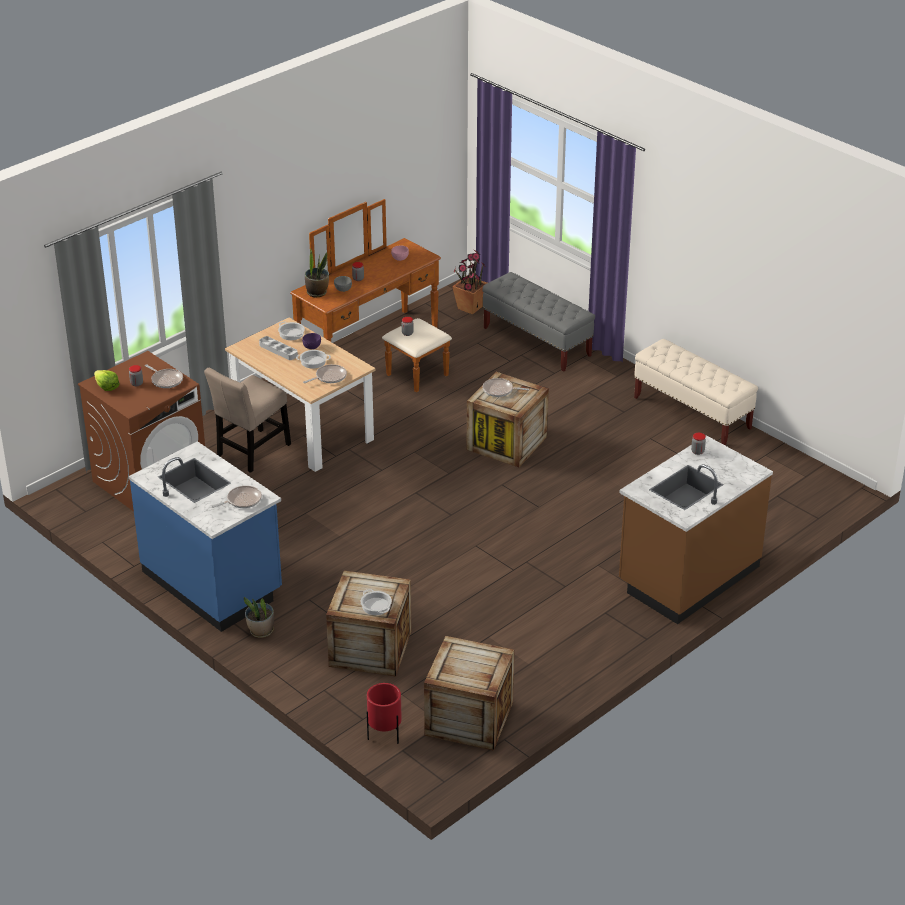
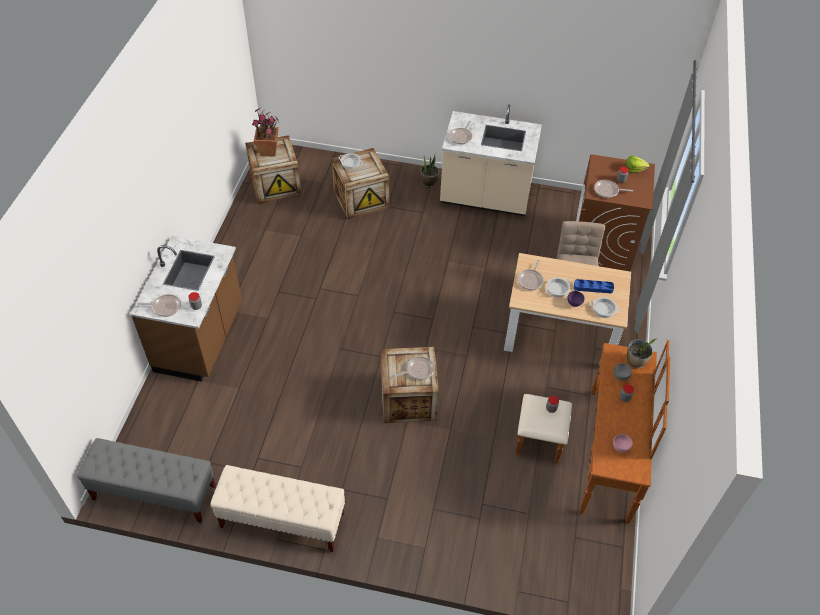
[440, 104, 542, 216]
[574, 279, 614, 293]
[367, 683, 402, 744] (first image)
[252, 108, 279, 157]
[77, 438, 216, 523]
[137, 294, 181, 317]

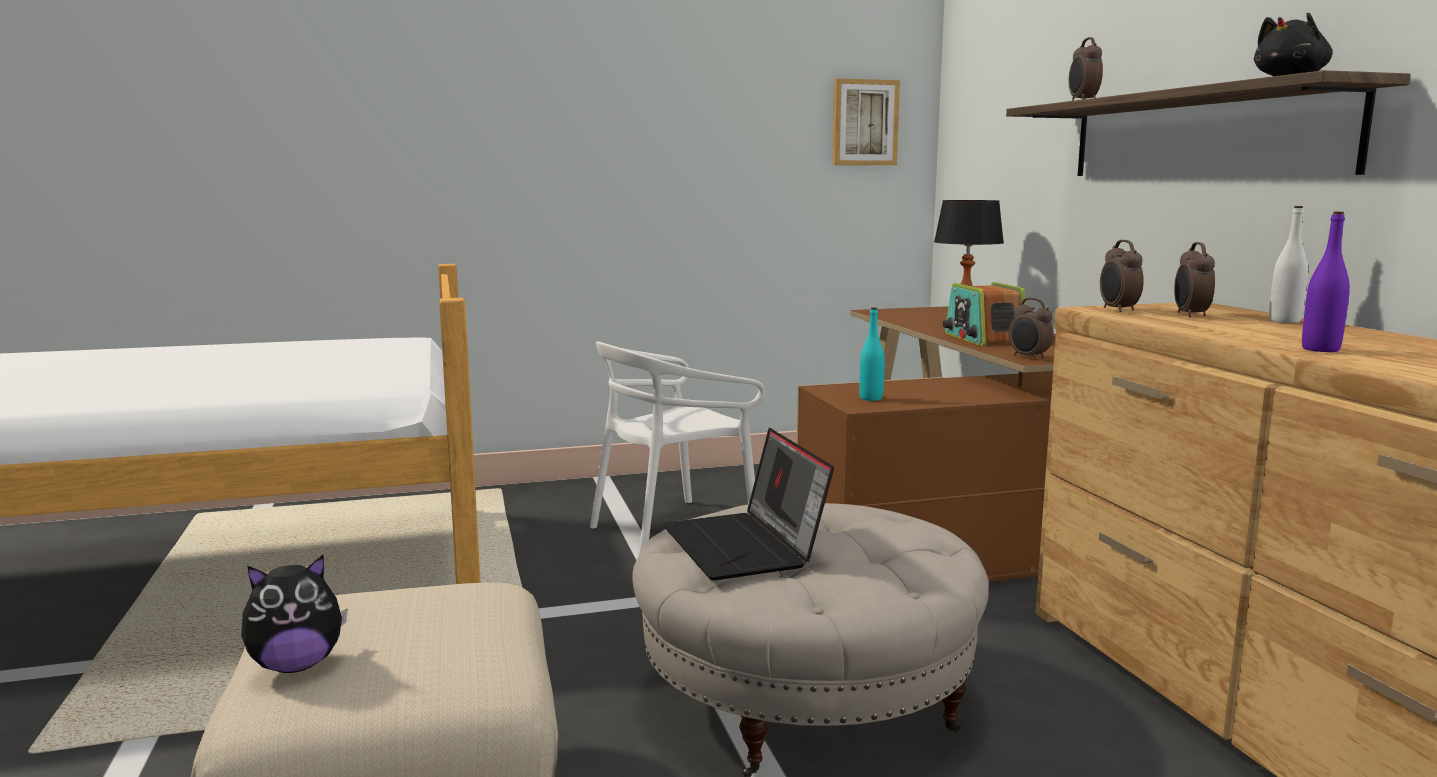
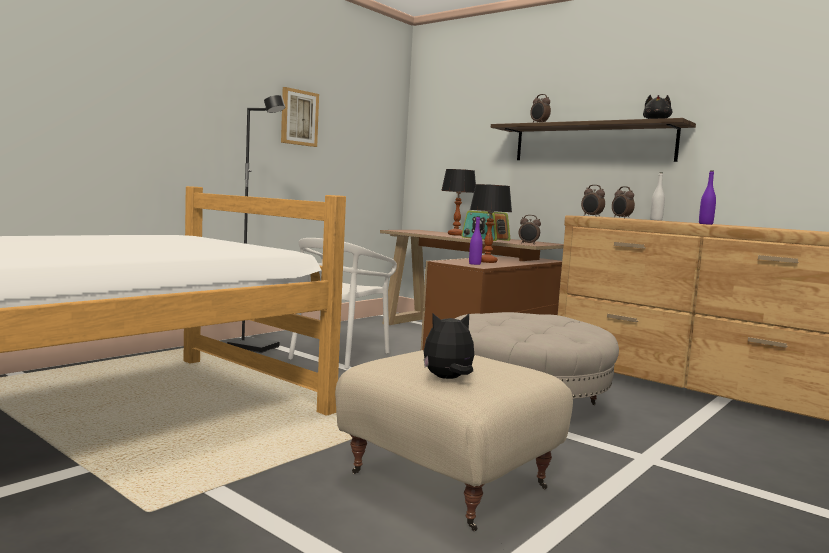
[424, 313, 474, 379]
[663, 428, 834, 580] (first image)
[281, 87, 319, 147]
[469, 216, 483, 265]
[227, 95, 285, 353]
[470, 184, 512, 263]

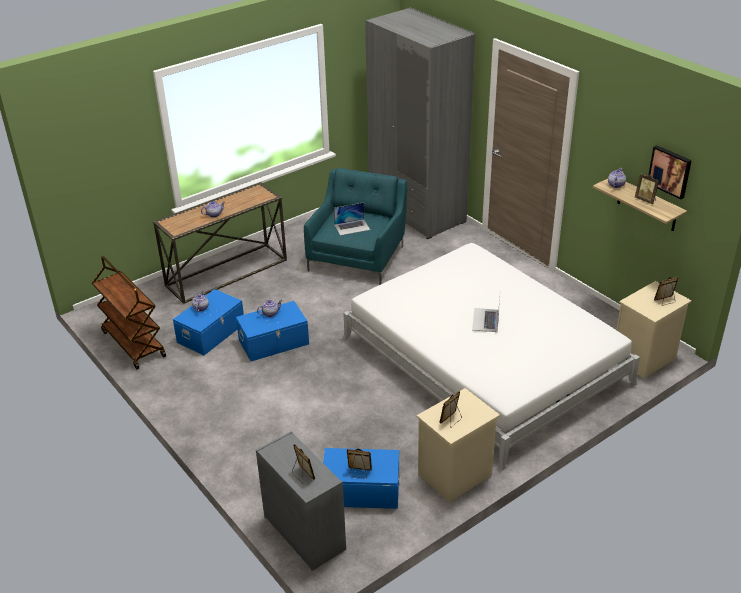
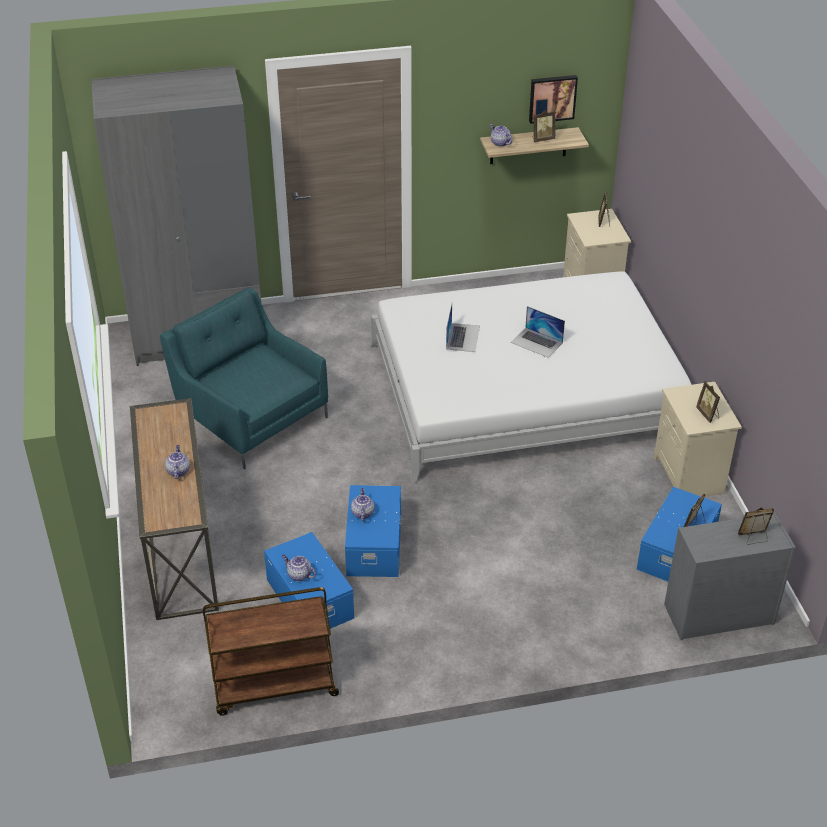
[446, 304, 480, 352]

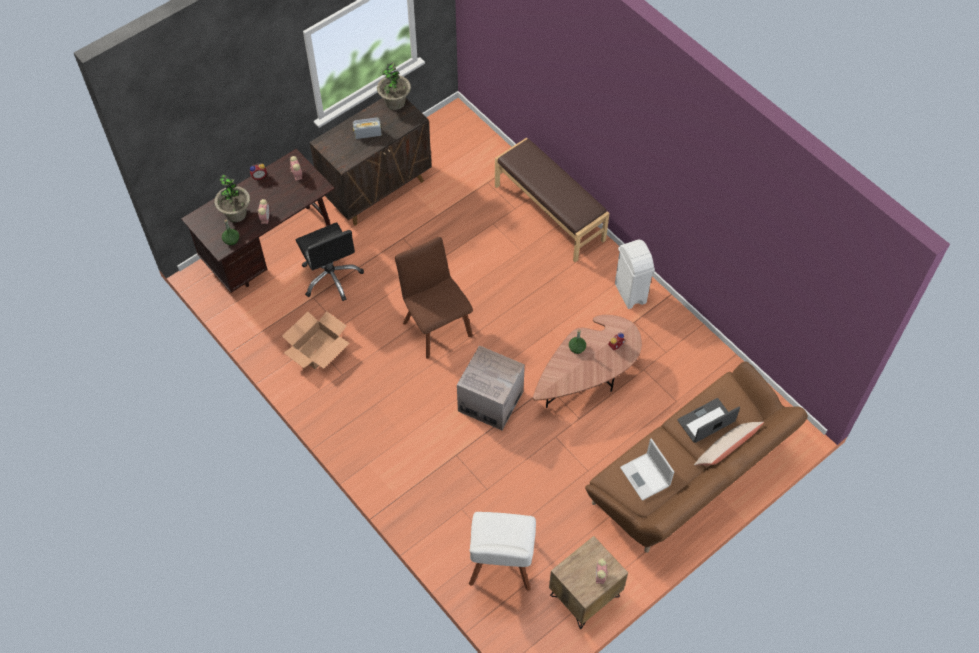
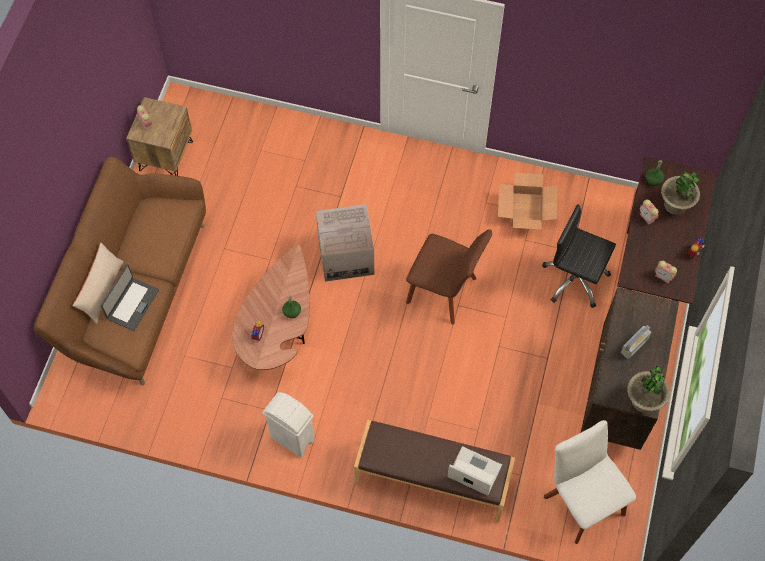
[544, 420, 636, 544]
[447, 446, 502, 496]

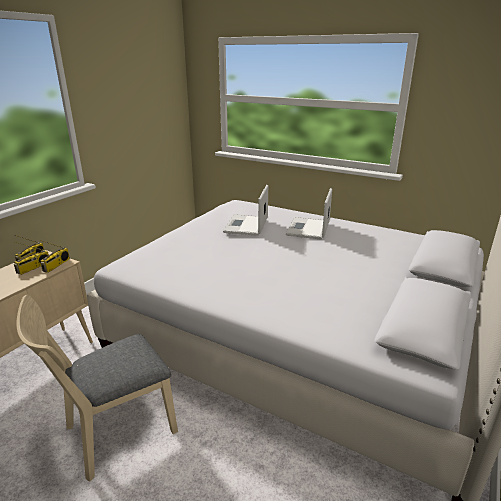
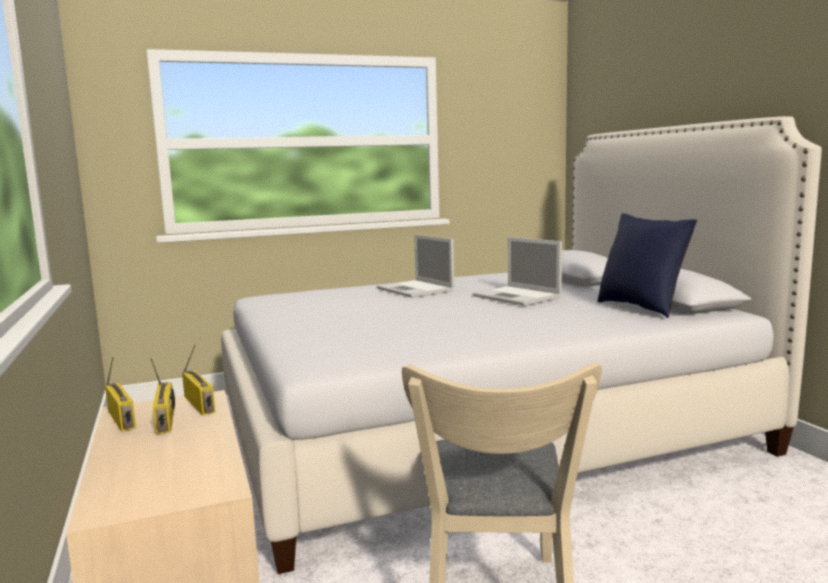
[473, 237, 562, 306]
[597, 213, 697, 318]

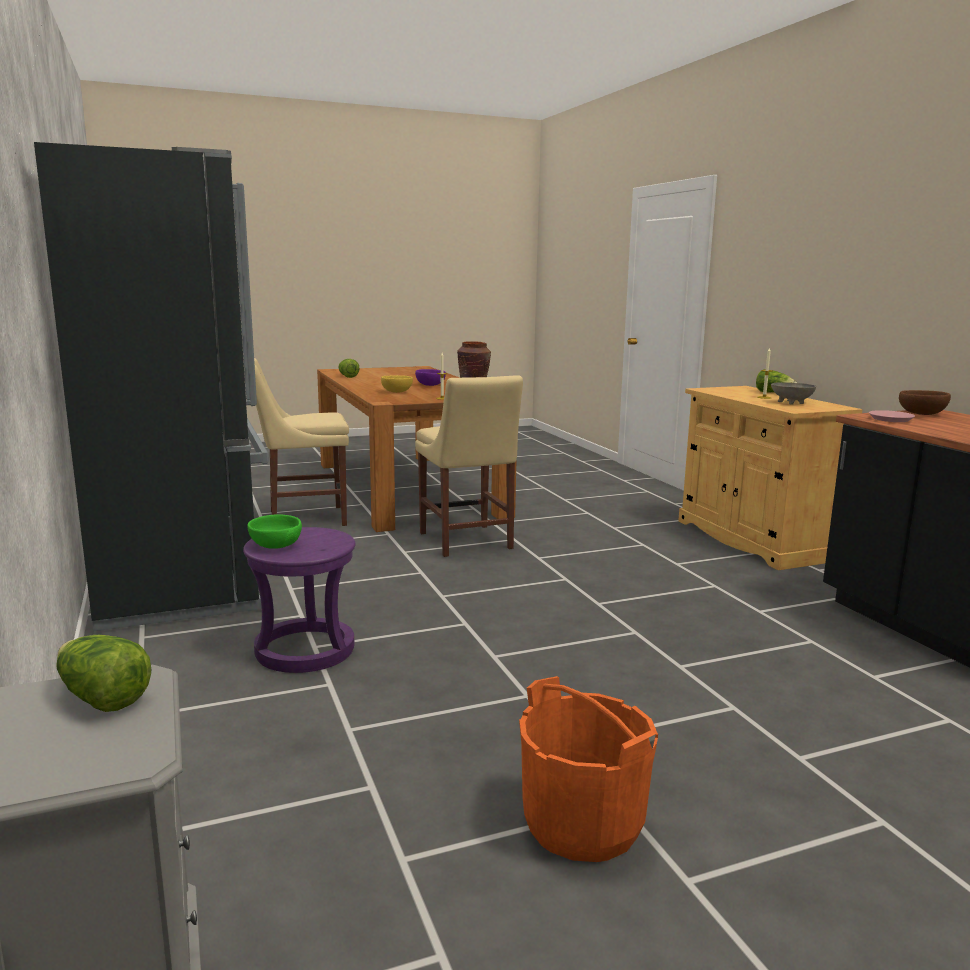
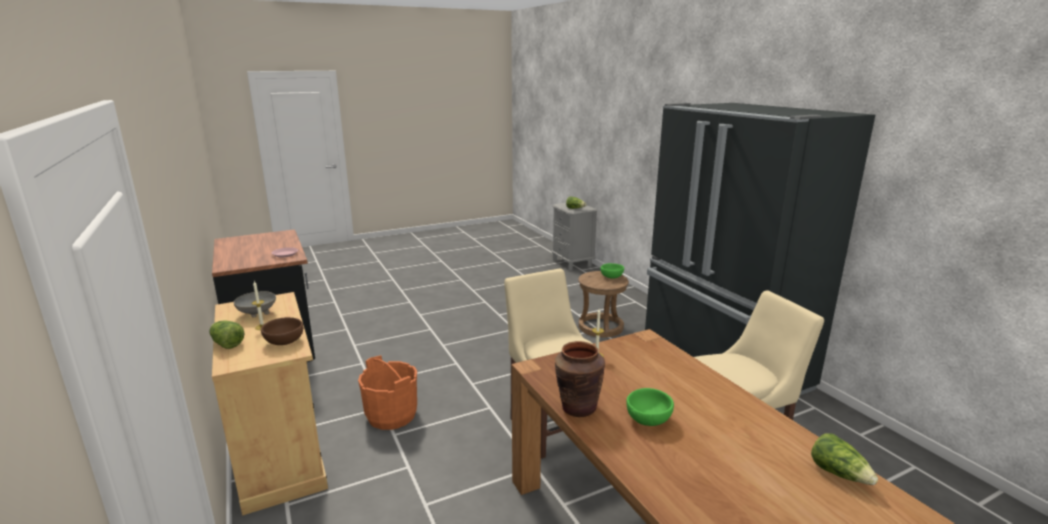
[578, 271, 629, 338]
[381, 375, 413, 393] (first image)
[626, 388, 674, 426]
[358, 355, 417, 430]
[261, 317, 303, 345]

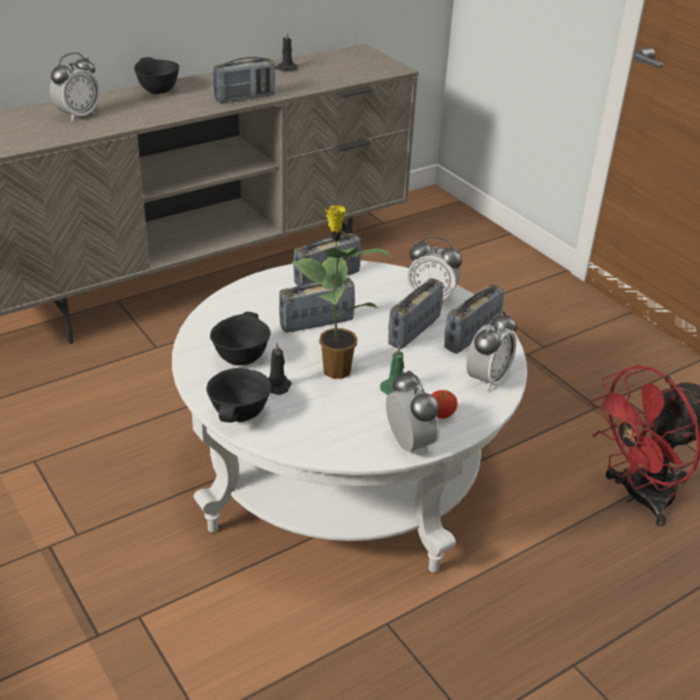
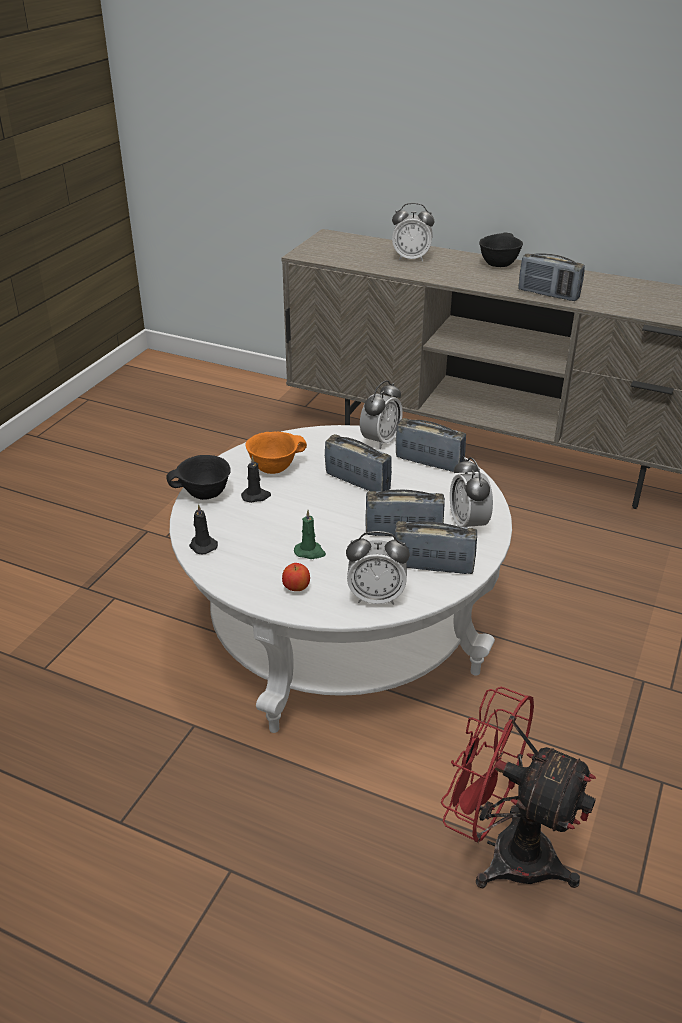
[246, 431, 307, 474]
[189, 504, 218, 554]
[291, 205, 394, 379] (first image)
[360, 380, 403, 449]

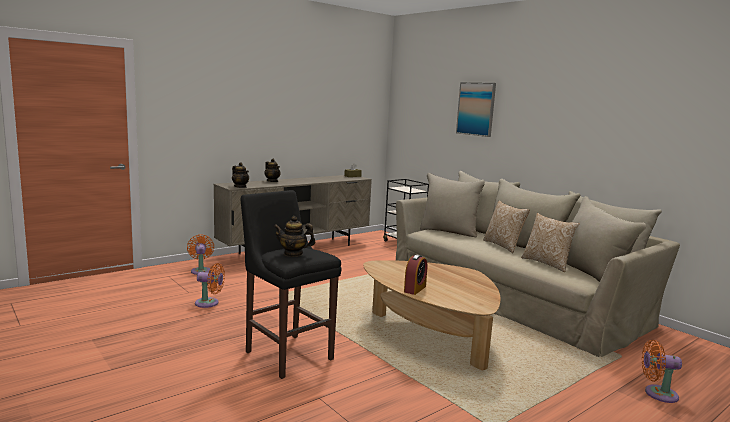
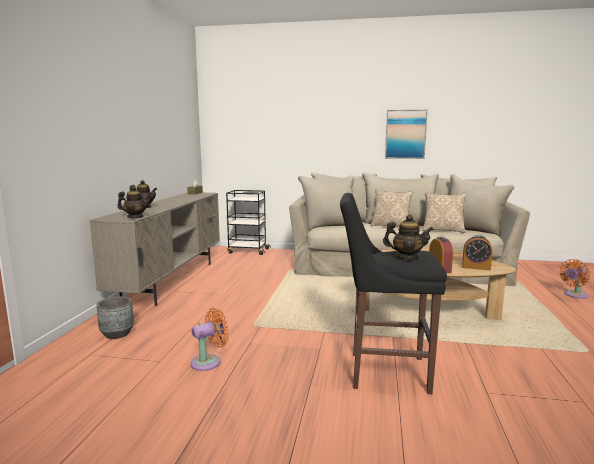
[97, 296, 134, 339]
[383, 215, 434, 260]
[385, 110, 428, 159]
[462, 235, 493, 270]

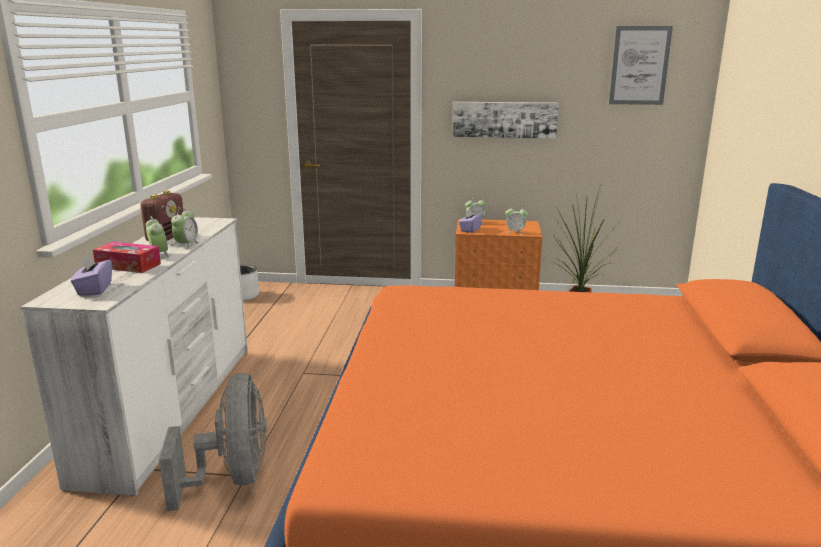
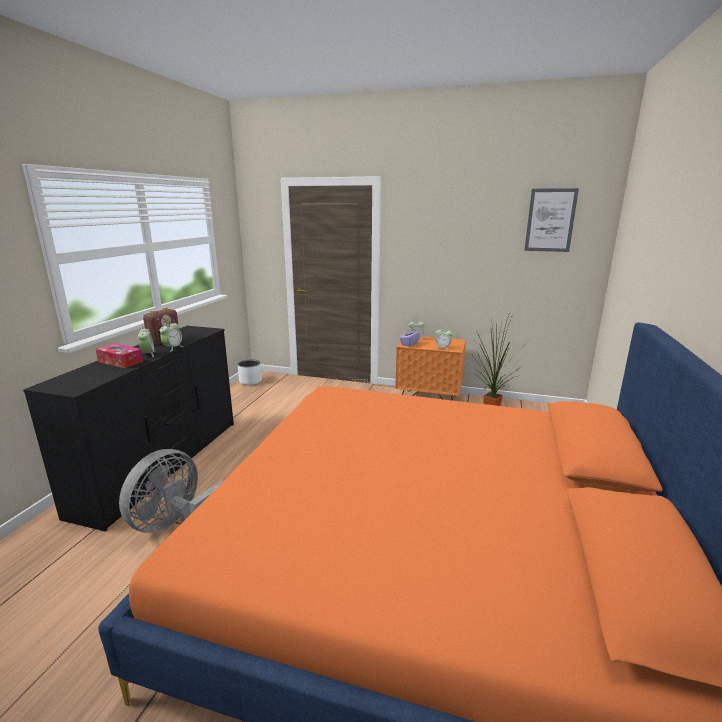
[23, 326, 234, 532]
[71, 254, 112, 296] (first image)
[119, 449, 223, 533]
[453, 102, 559, 139] (first image)

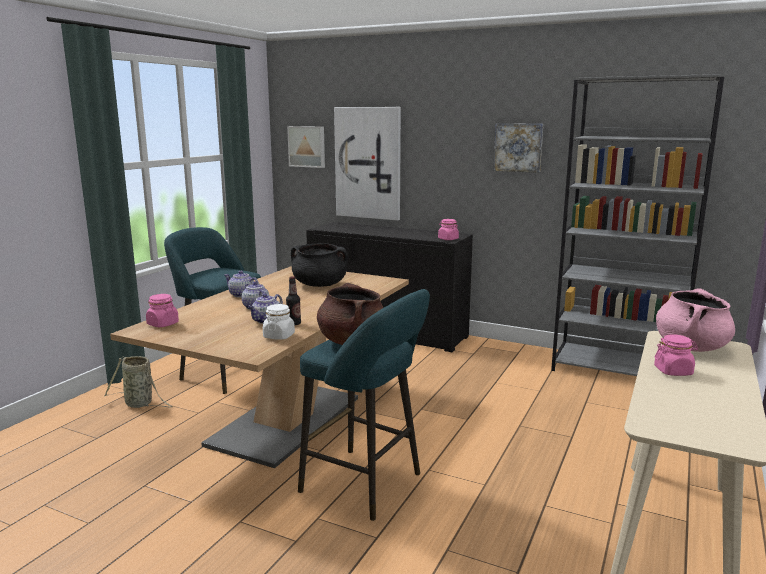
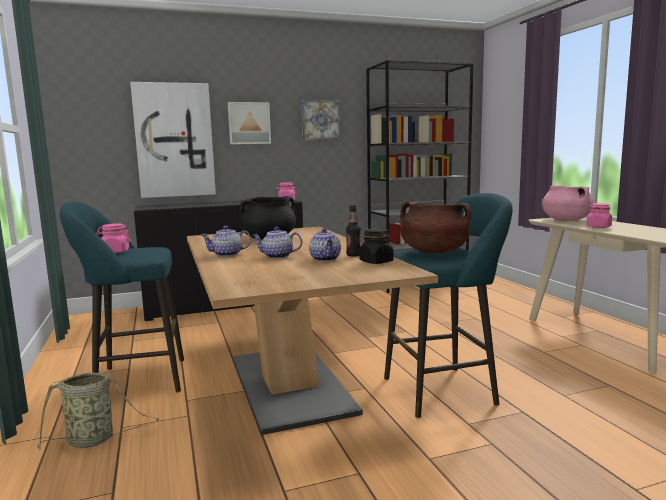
[96, 223, 131, 253]
[359, 228, 394, 264]
[228, 102, 271, 144]

